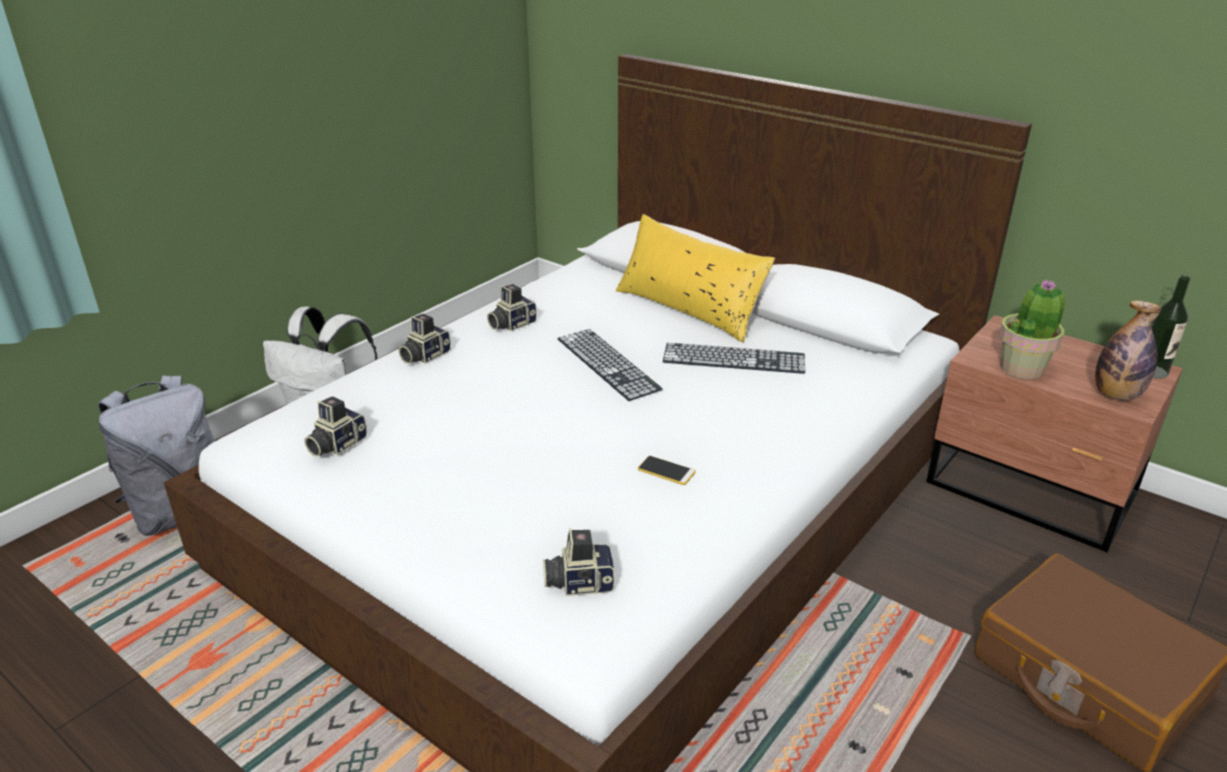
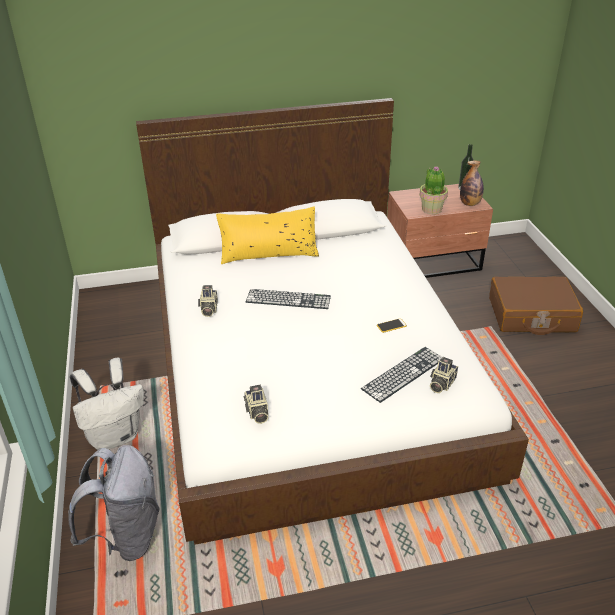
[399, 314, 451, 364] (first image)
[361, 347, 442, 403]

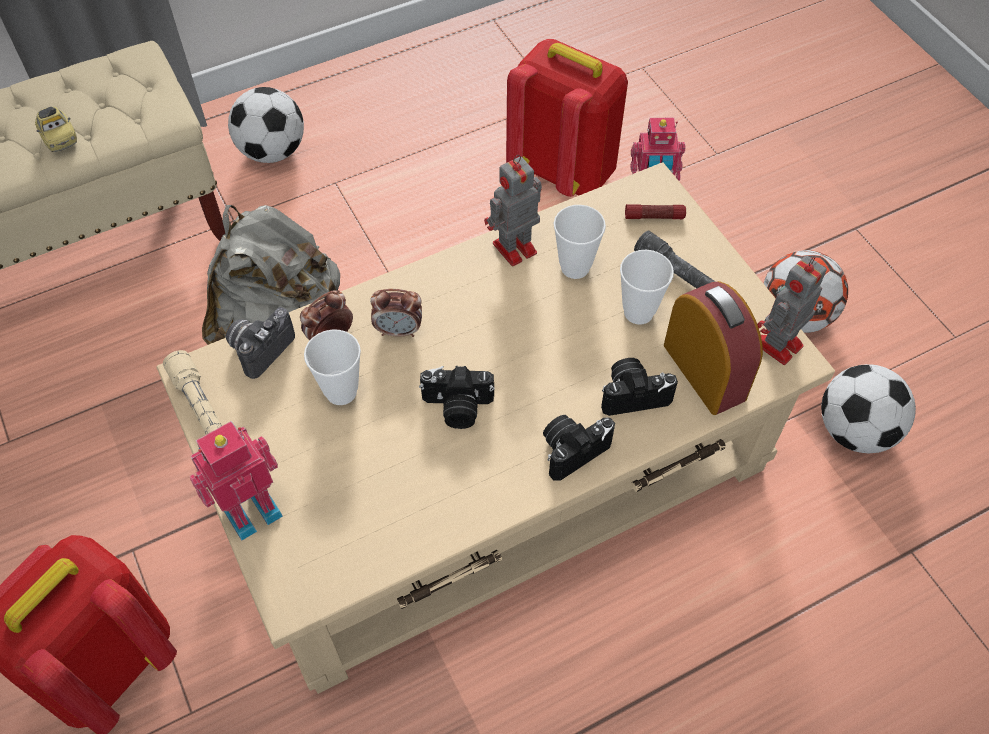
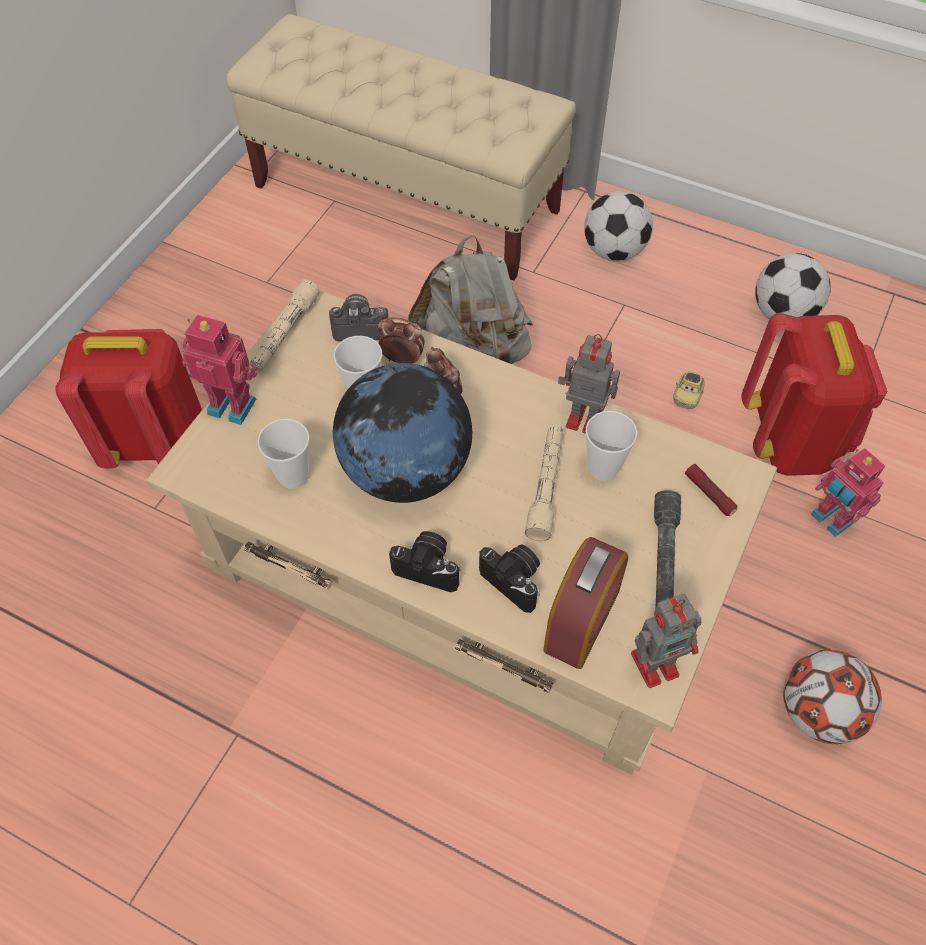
[673, 372, 705, 409]
[333, 363, 472, 503]
[257, 419, 310, 489]
[631, 594, 702, 688]
[755, 253, 831, 319]
[525, 427, 563, 541]

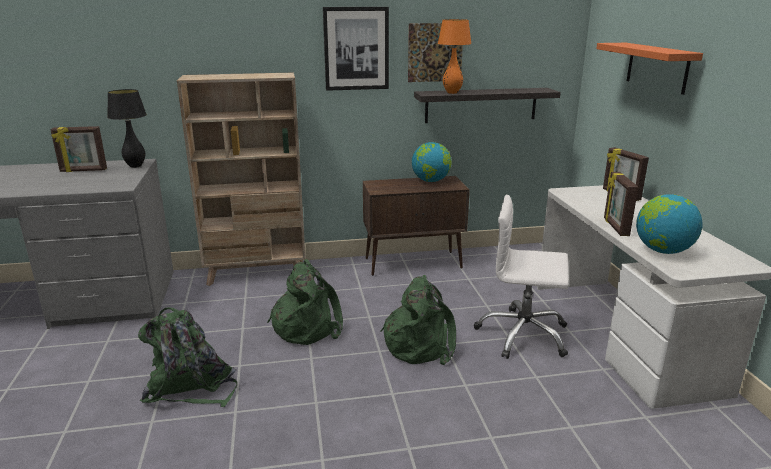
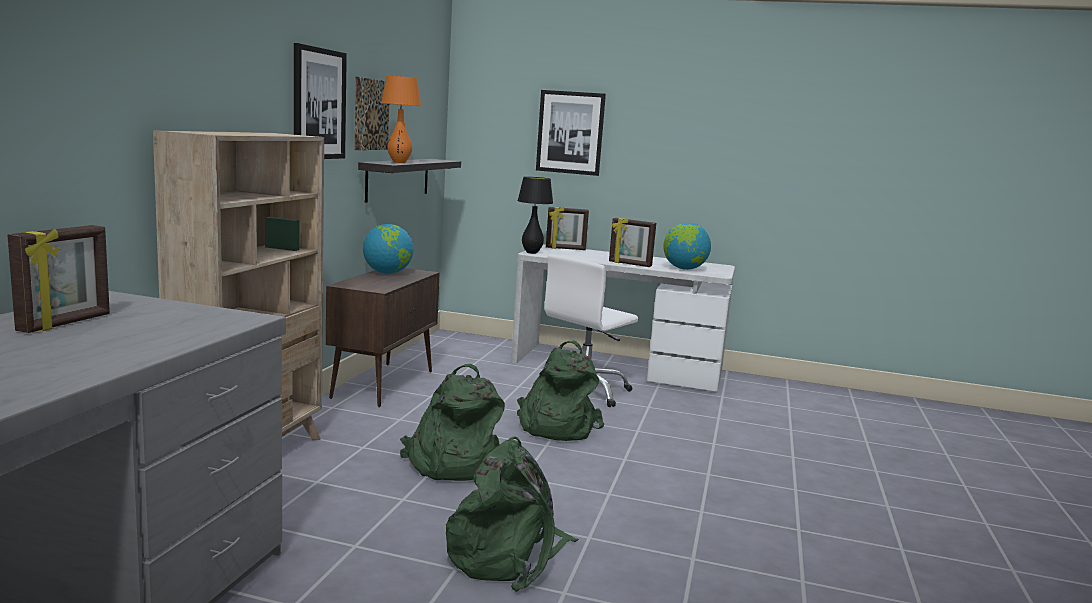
[517, 177, 553, 254]
[536, 90, 606, 176]

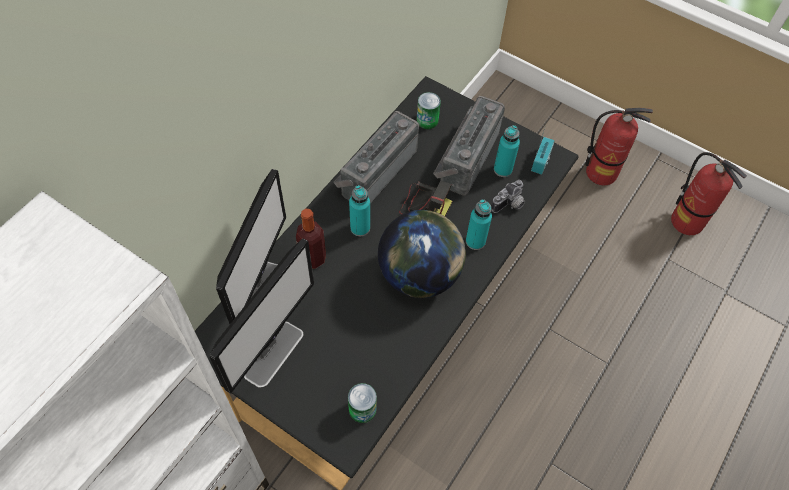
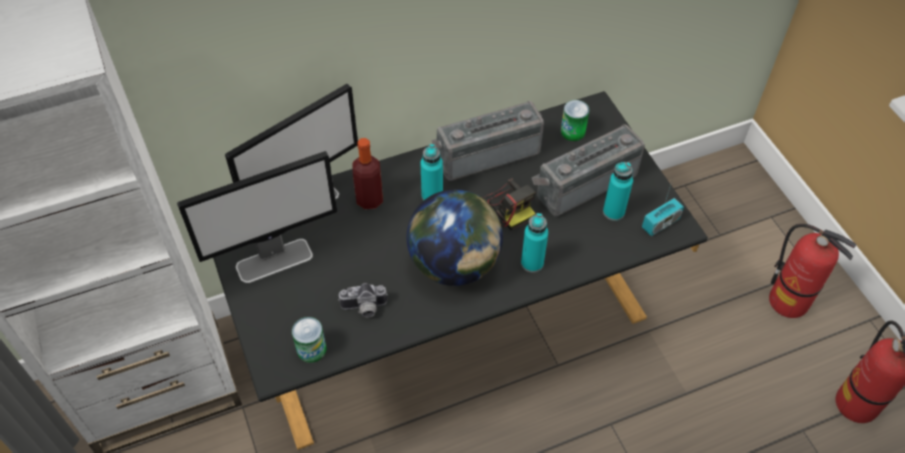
[338, 283, 388, 318]

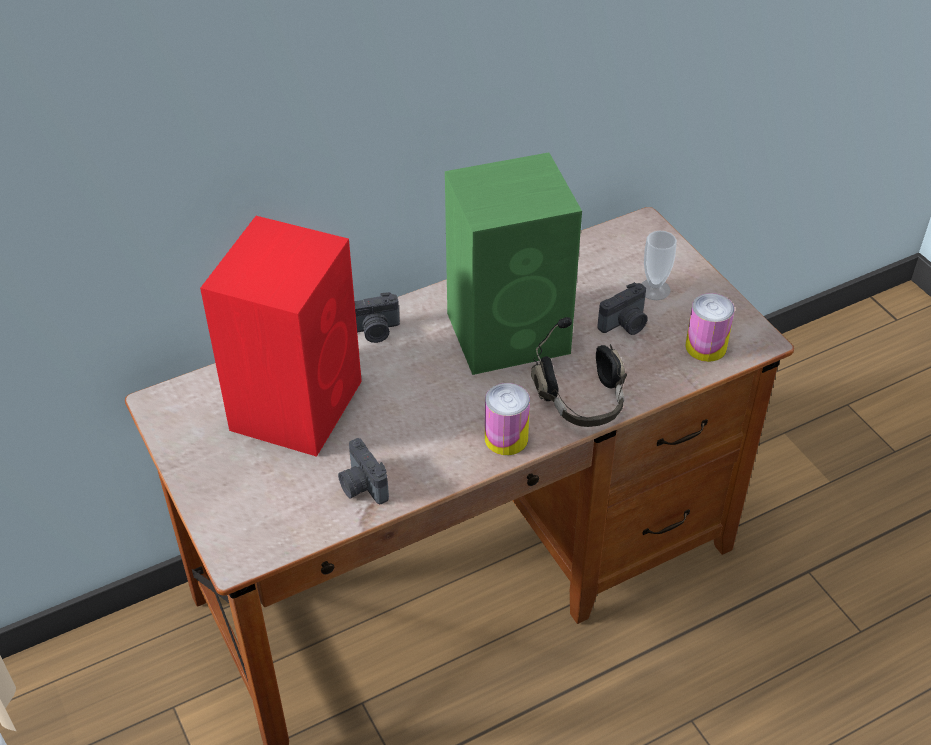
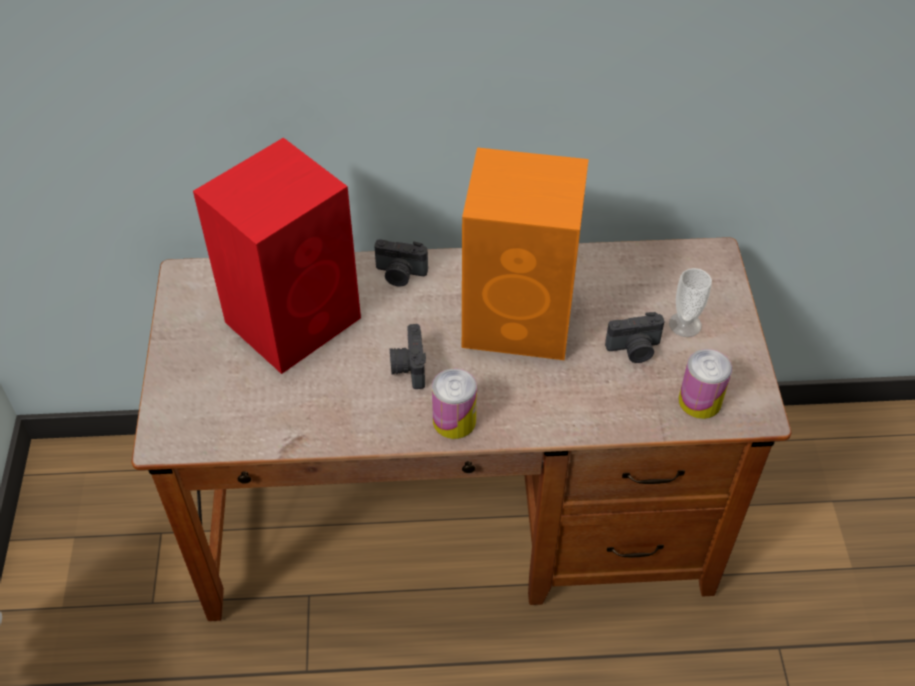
[390, 324, 426, 389]
[462, 147, 589, 360]
[531, 317, 627, 427] (first image)

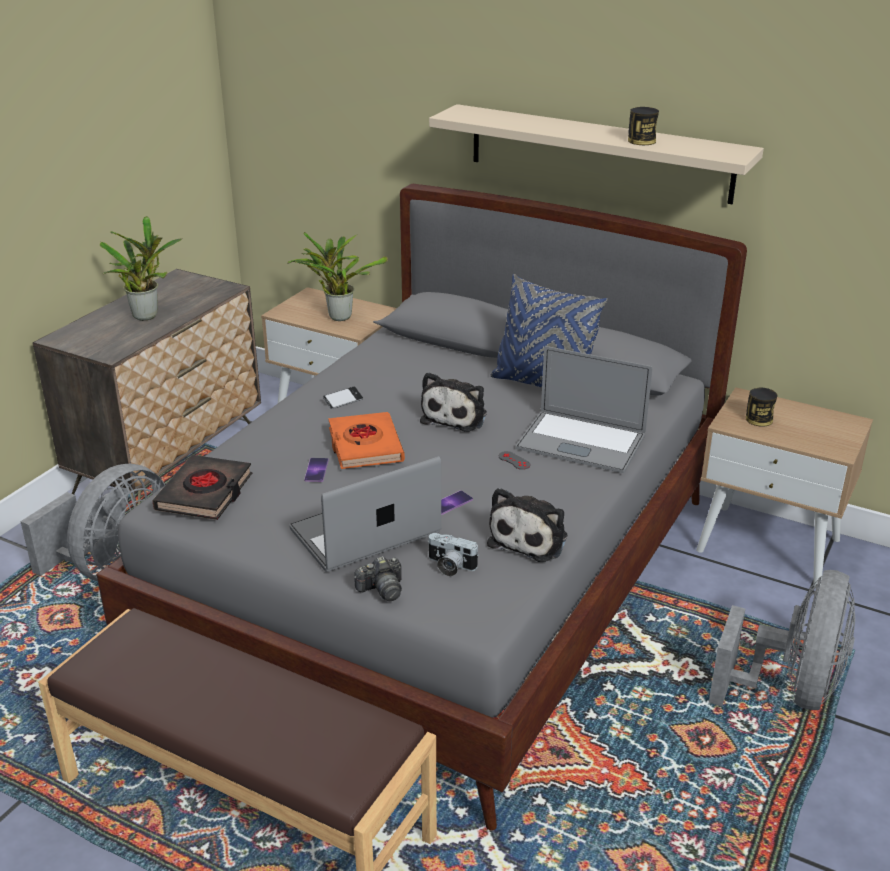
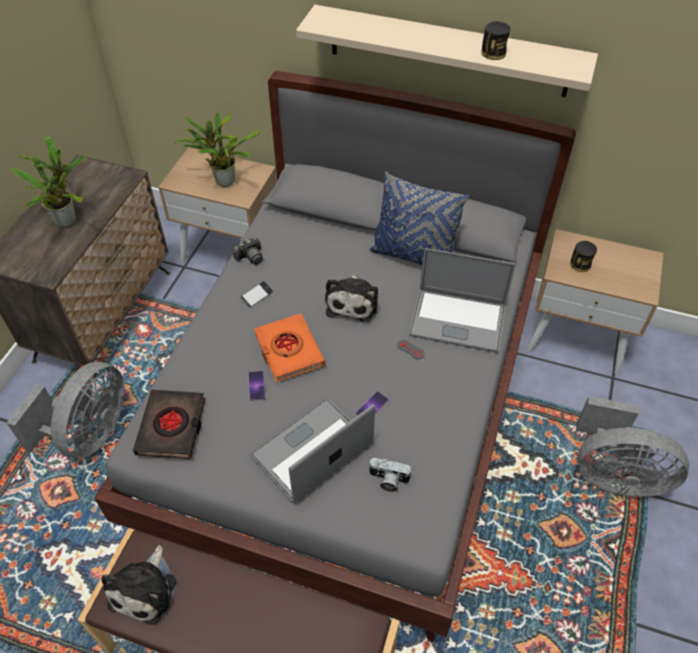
[232, 237, 263, 265]
[101, 545, 176, 625]
[576, 396, 689, 497]

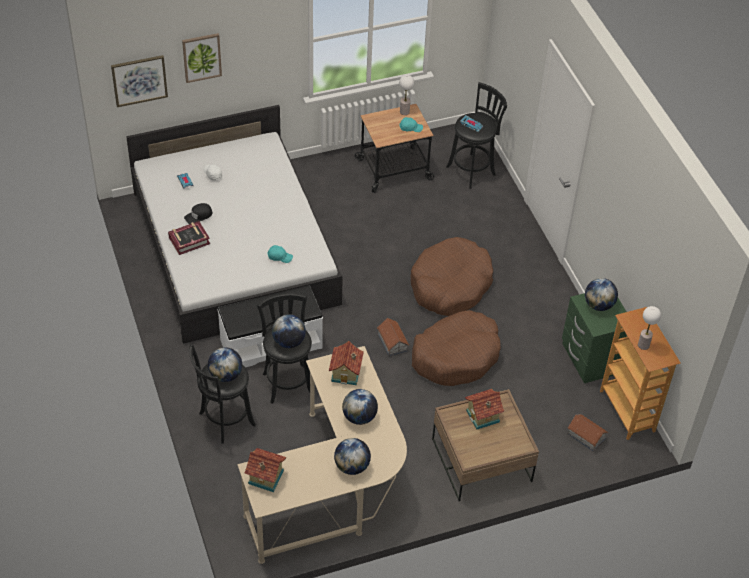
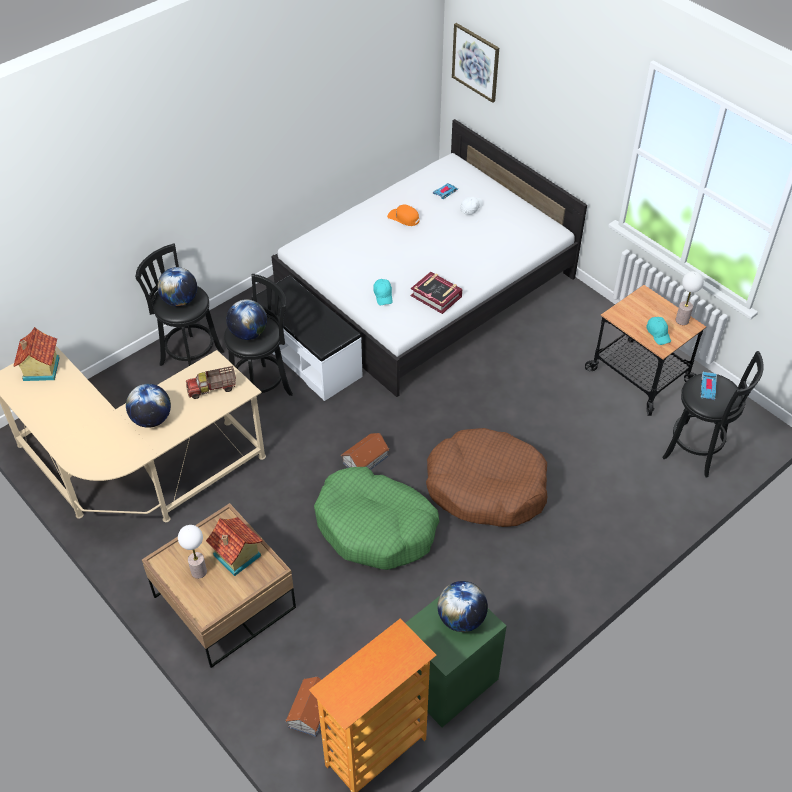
[411, 272, 462, 314]
[182, 33, 222, 83] (first image)
[387, 204, 420, 226]
[186, 366, 236, 399]
[334, 438, 371, 475] (first image)
[314, 467, 439, 570]
[178, 525, 207, 579]

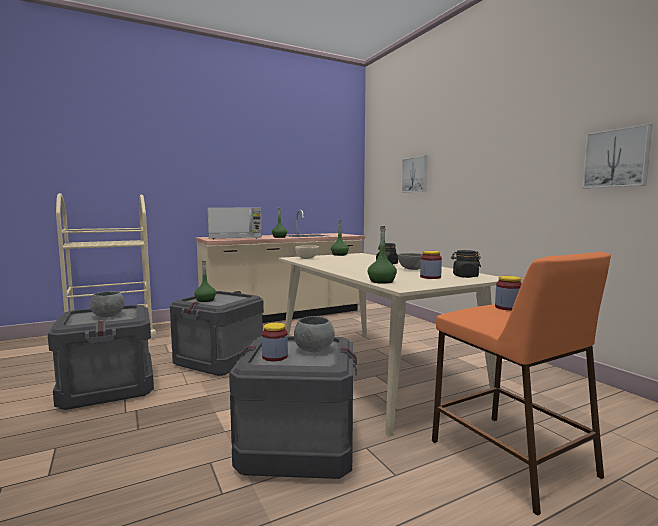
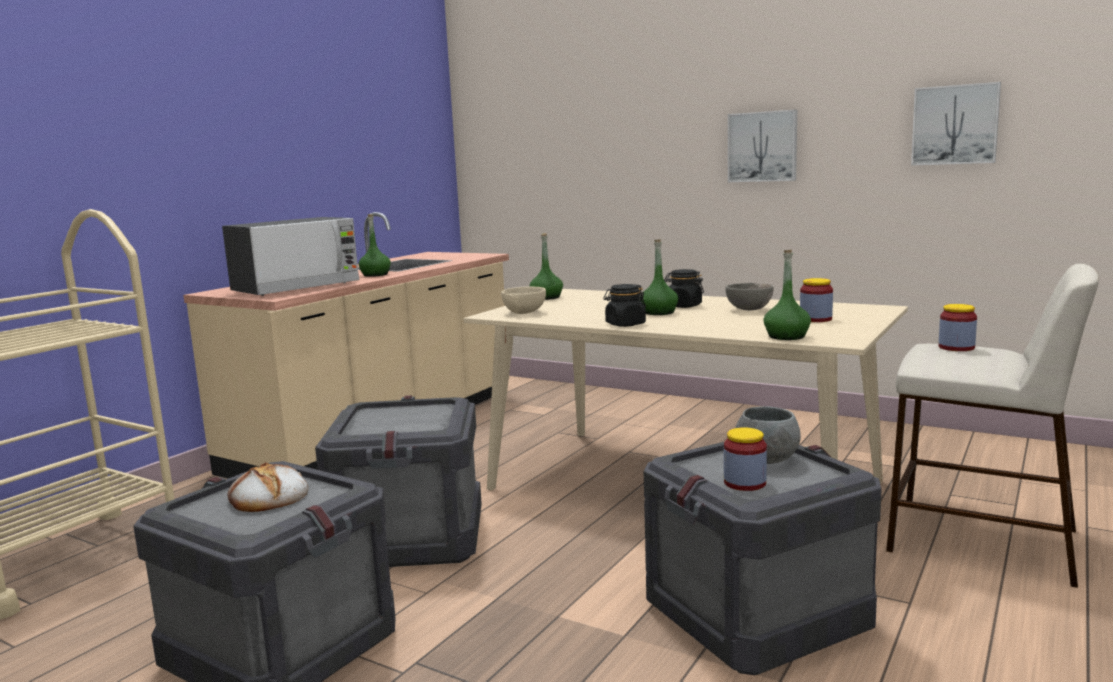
[228, 462, 308, 512]
[640, 239, 678, 315]
[728, 110, 797, 182]
[886, 264, 1099, 588]
[603, 284, 646, 327]

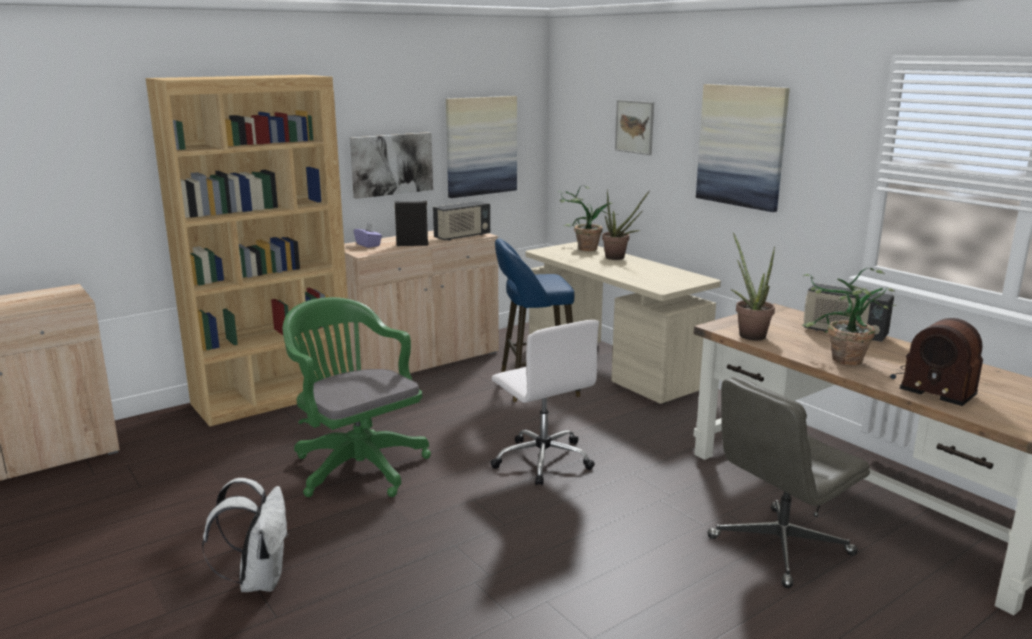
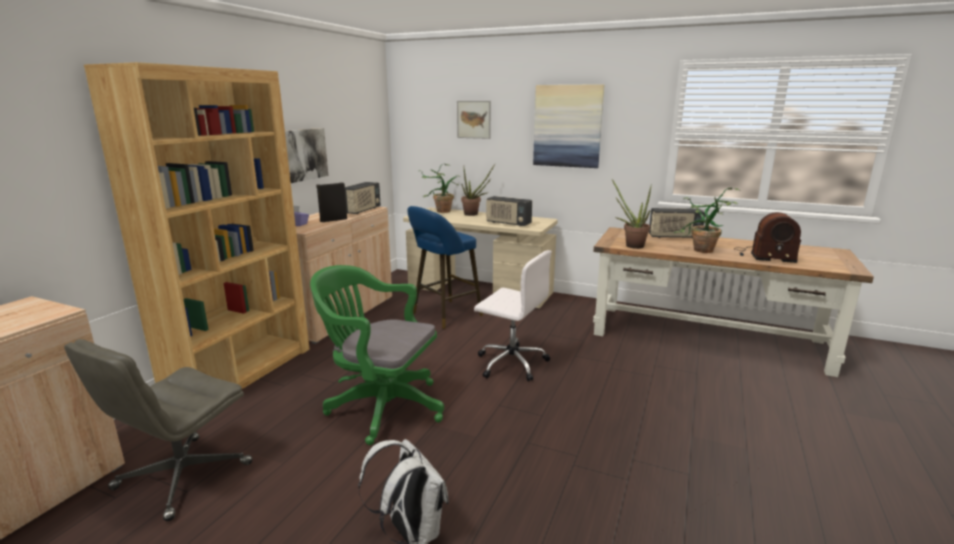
[446, 96, 517, 198] (first image)
[64, 339, 252, 521]
[486, 196, 532, 226]

